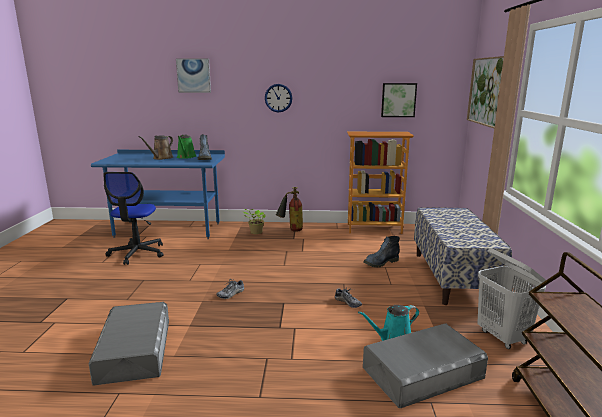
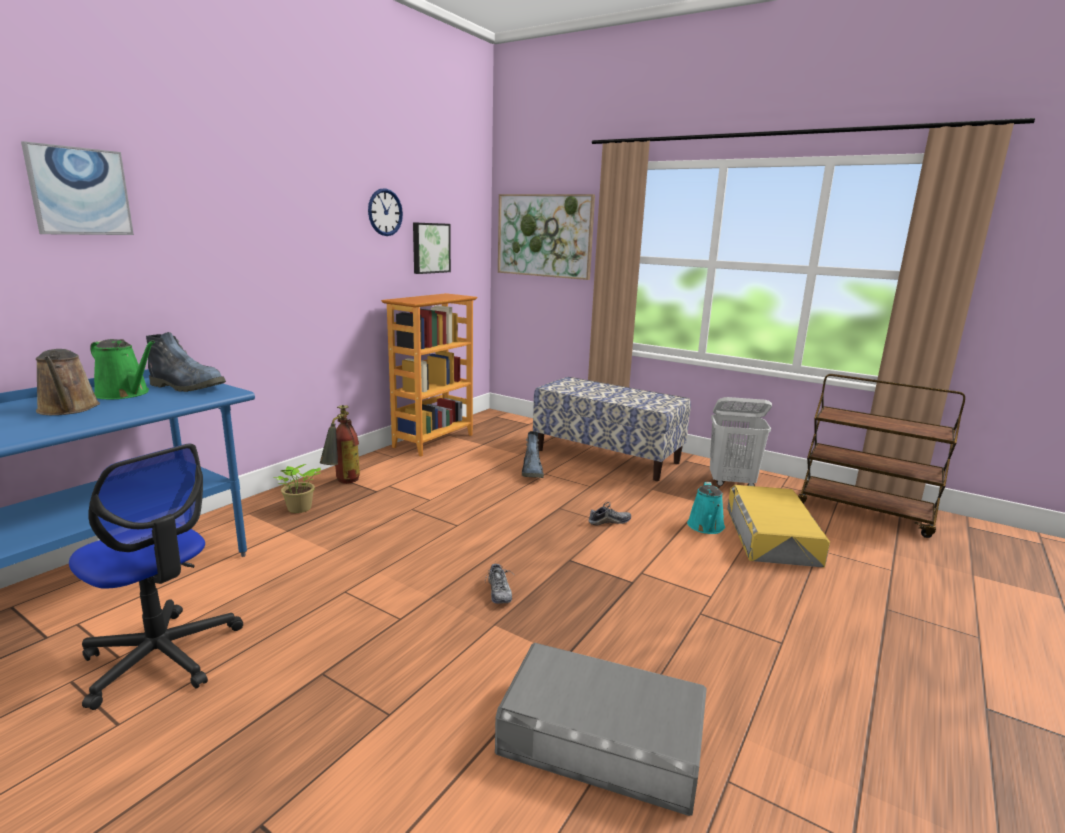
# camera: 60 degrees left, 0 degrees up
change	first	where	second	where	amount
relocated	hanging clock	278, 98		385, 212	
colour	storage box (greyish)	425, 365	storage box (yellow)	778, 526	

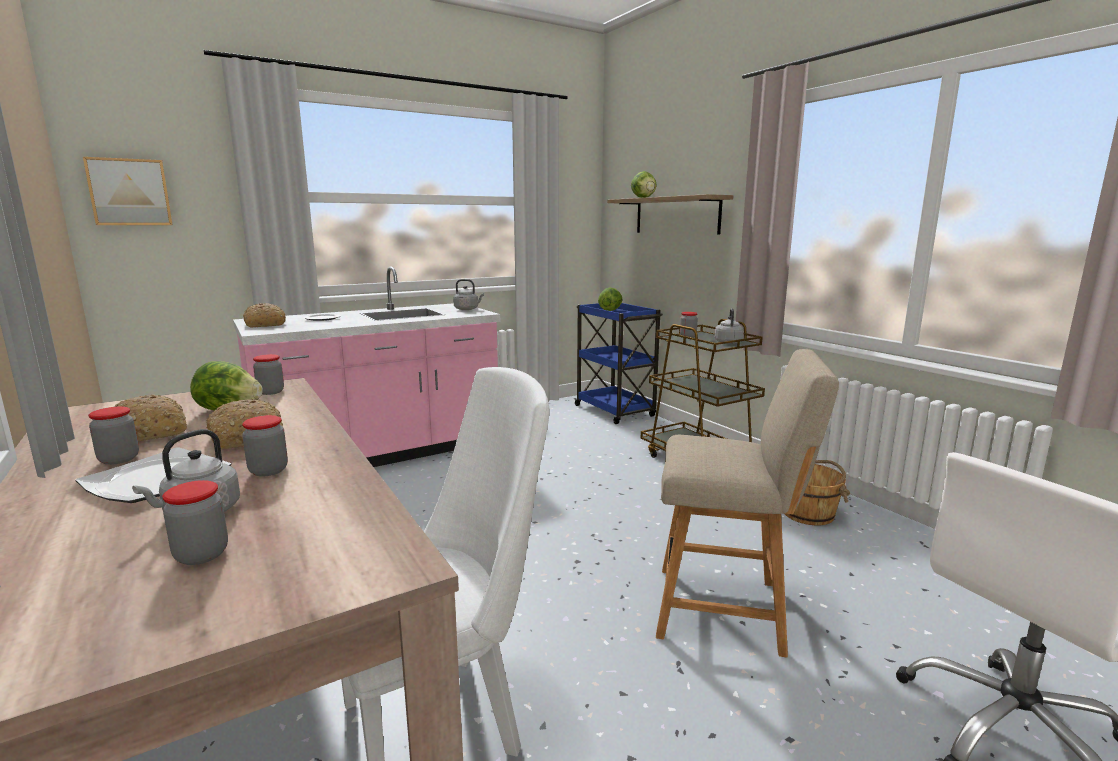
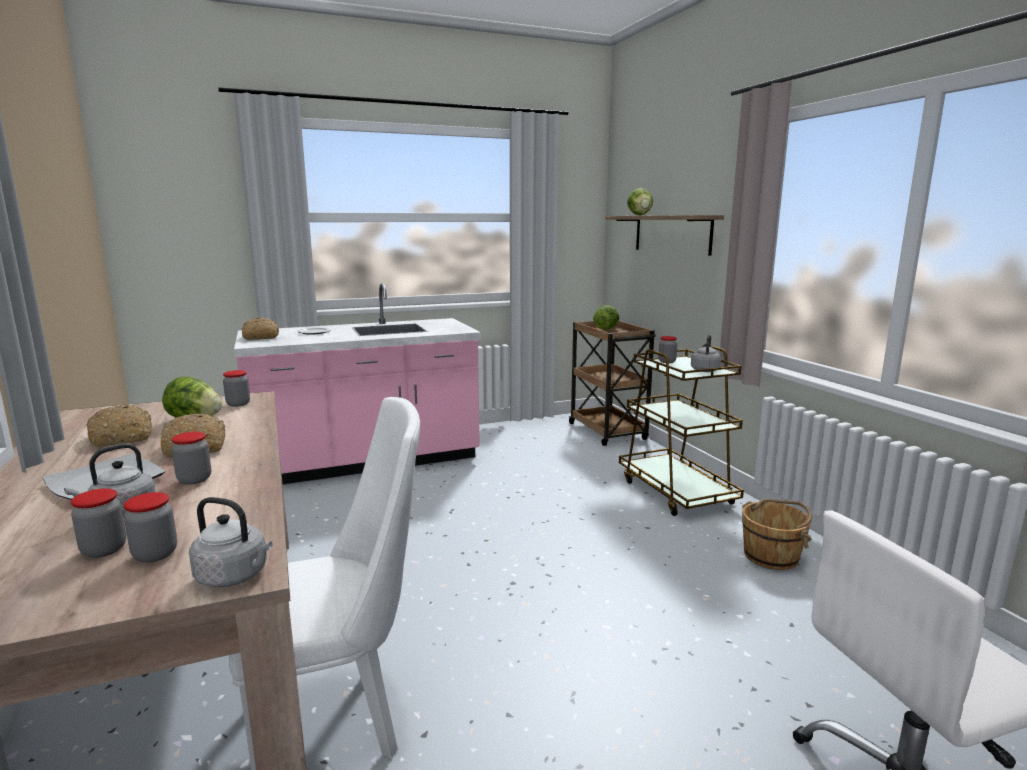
# camera: 10 degrees right, 0 degrees up
change	first	where	second	where	amount
missing	wall art	128, 191			
relocated	jar	113, 435		150, 527	
relocated	water kettle (greyish)	468, 294		231, 542	
colour	trolley (blue)	618, 363	trolley (brownish)	612, 383	
missing	upright chair (sand-coloured)	747, 503			

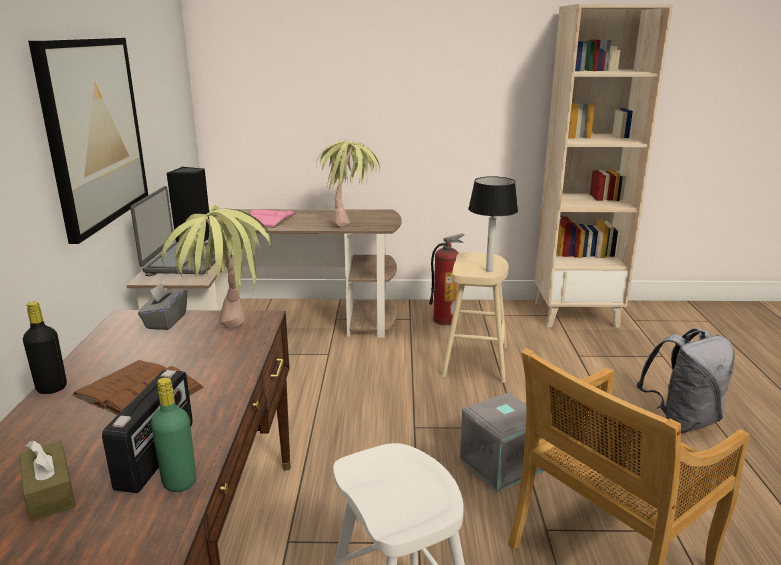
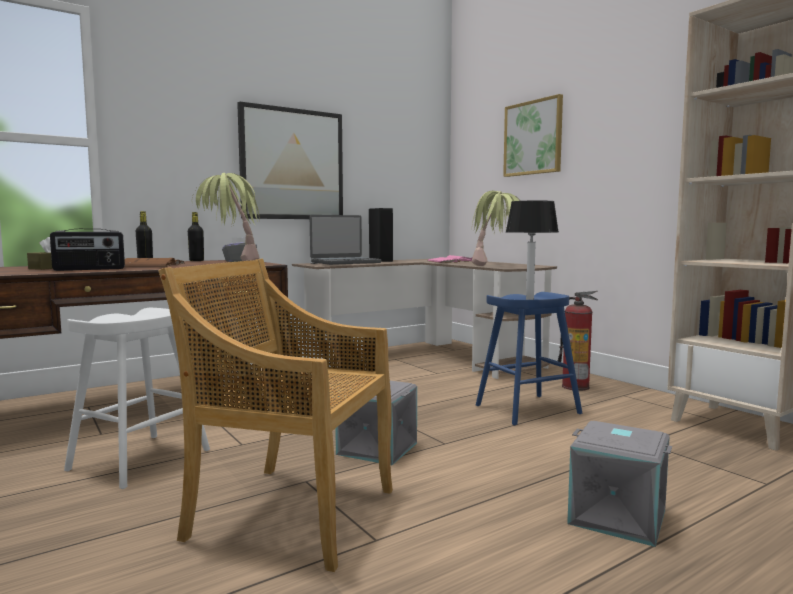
# camera: 55 degrees right, 15 degrees down
change	first	where	second	where	amount
missing	beverage bottle (green)	173, 434			
colour	stool (sand-coloured)	475, 317	stool (blue)	529, 358	
exchanged	rucksack (greyish)	685, 380	storage box (greyish)	619, 484	
appeared			beverage bottle (blackish)	196, 236	
appeared			wall art	533, 135	

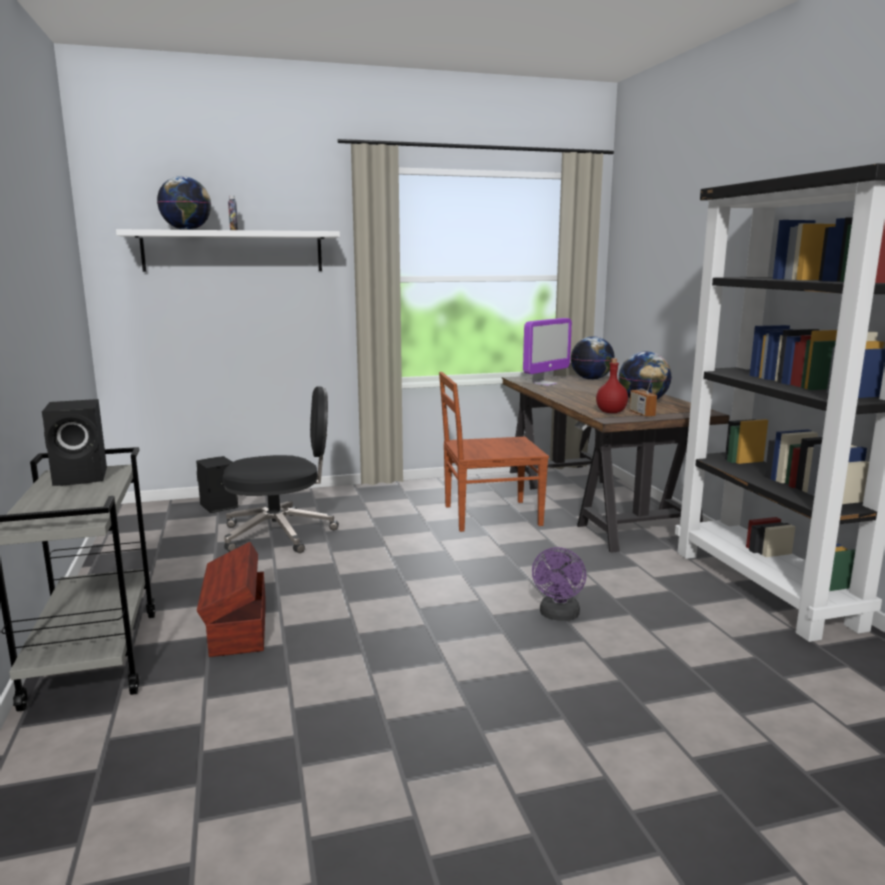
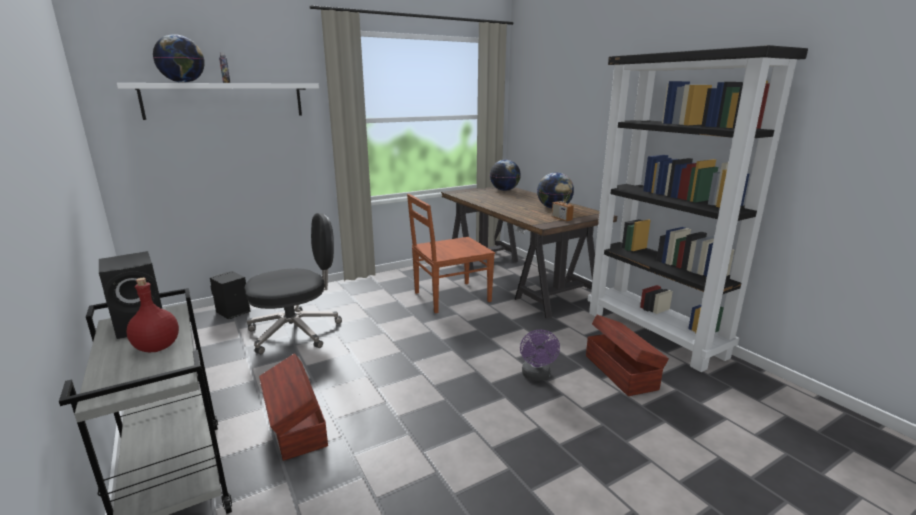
# camera: 15 degrees left, 5 degrees up
change	first	where	second	where	amount
missing	monitor	547, 352			
relocated	beverage bottle (red-coloured)	612, 385		153, 315	
appeared			storage box (brownish)	627, 355	

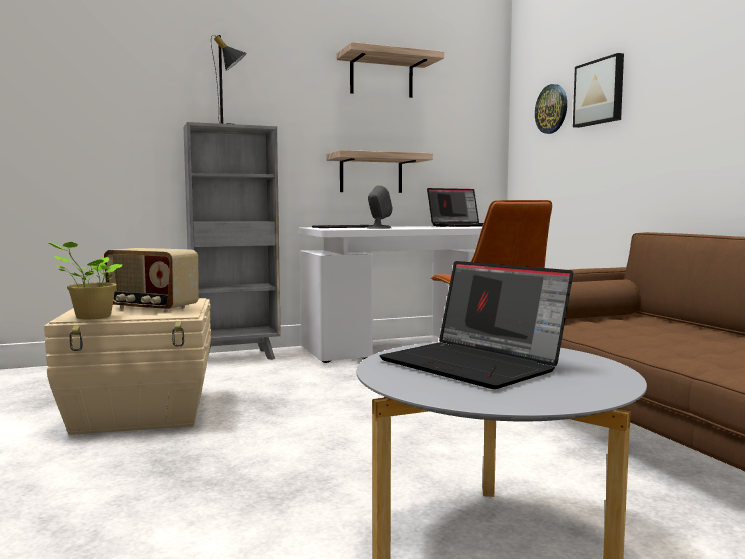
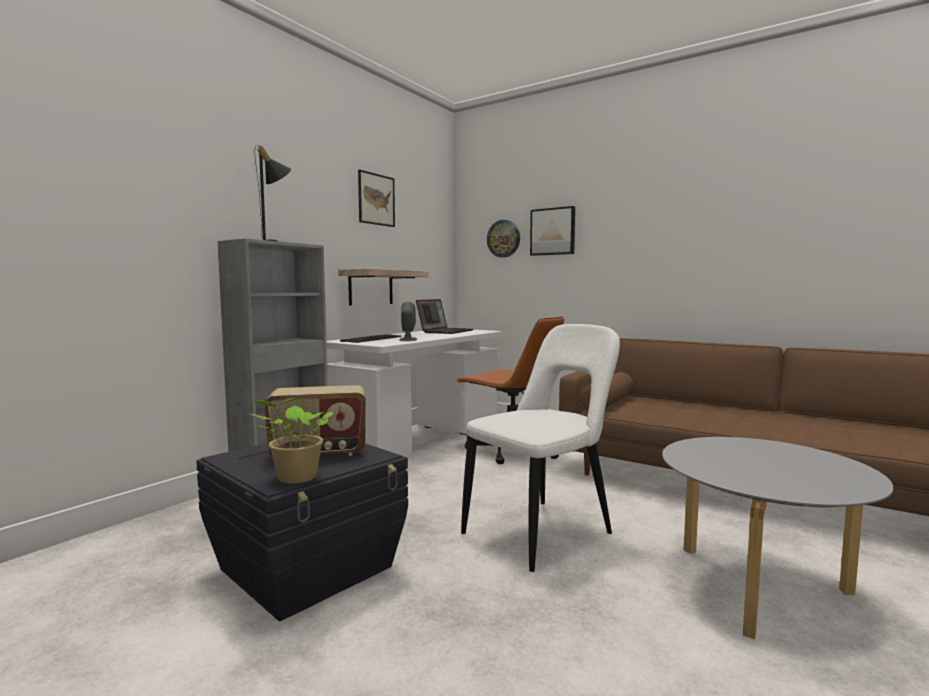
# camera: 35 degrees left, 0 degrees up
change	first	where	second	where	amount
colour	storage box (sand-coloured)	127, 366	storage box (blackish)	302, 532	
exchanged	wall shelf	390, 70	wall art	376, 198	
missing	notebook computer	476, 325			
appeared			upright chair (white-coloured)	540, 448	

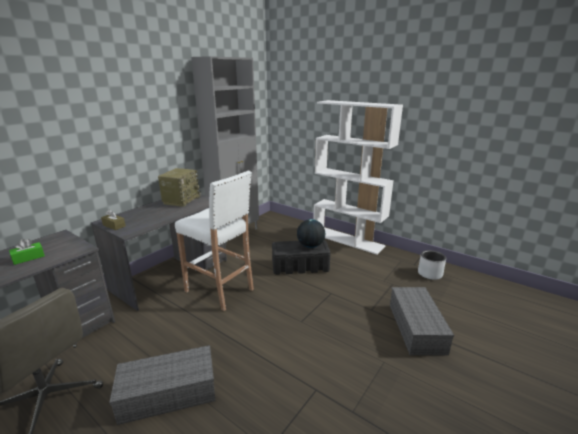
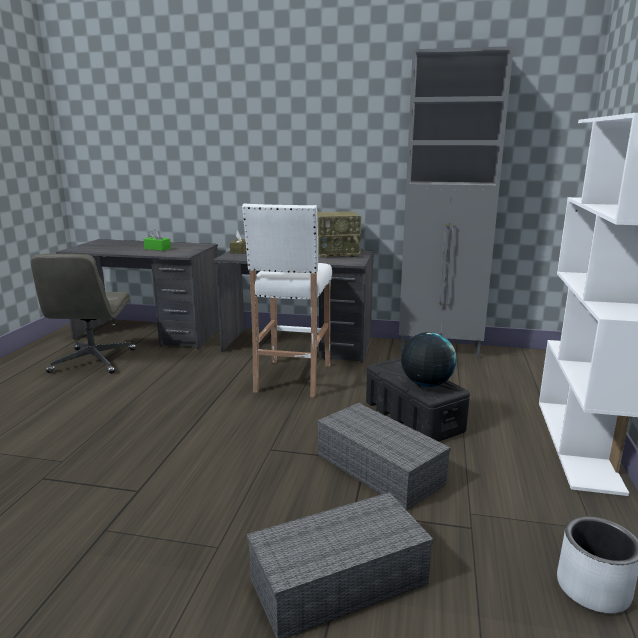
# camera: 65 degrees right, 5 degrees down
change	first	where	second	where	amount
relocated	storage box (greyish)	162, 385		384, 456	

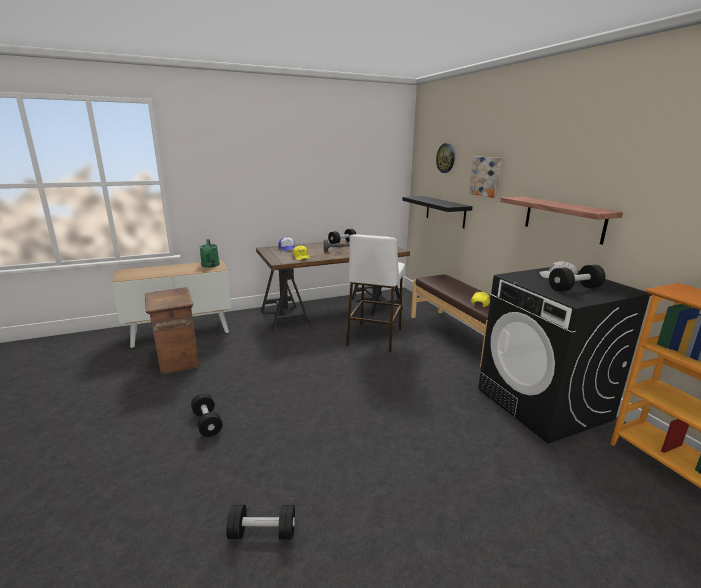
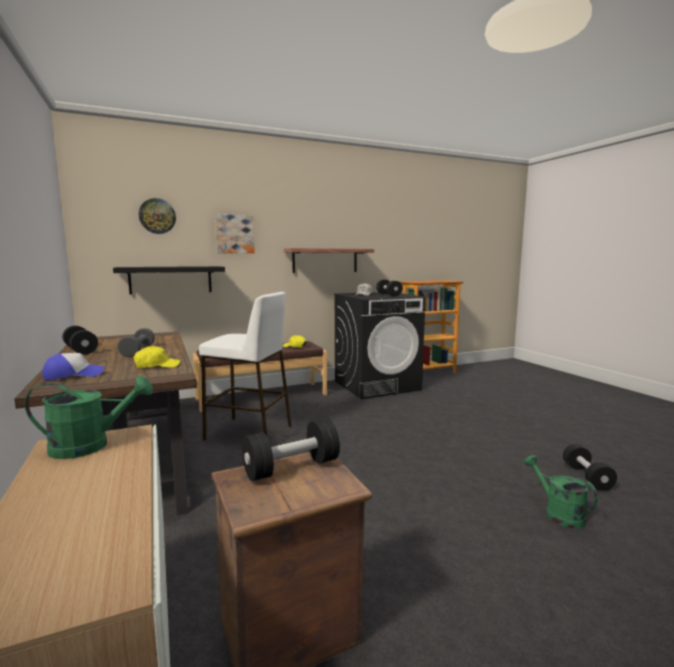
# camera: 90 degrees left, 10 degrees down
change	first	where	second	where	amount
relocated	free weight (blackish)	207, 415		291, 450	
appeared			watering pot (green)	561, 492	

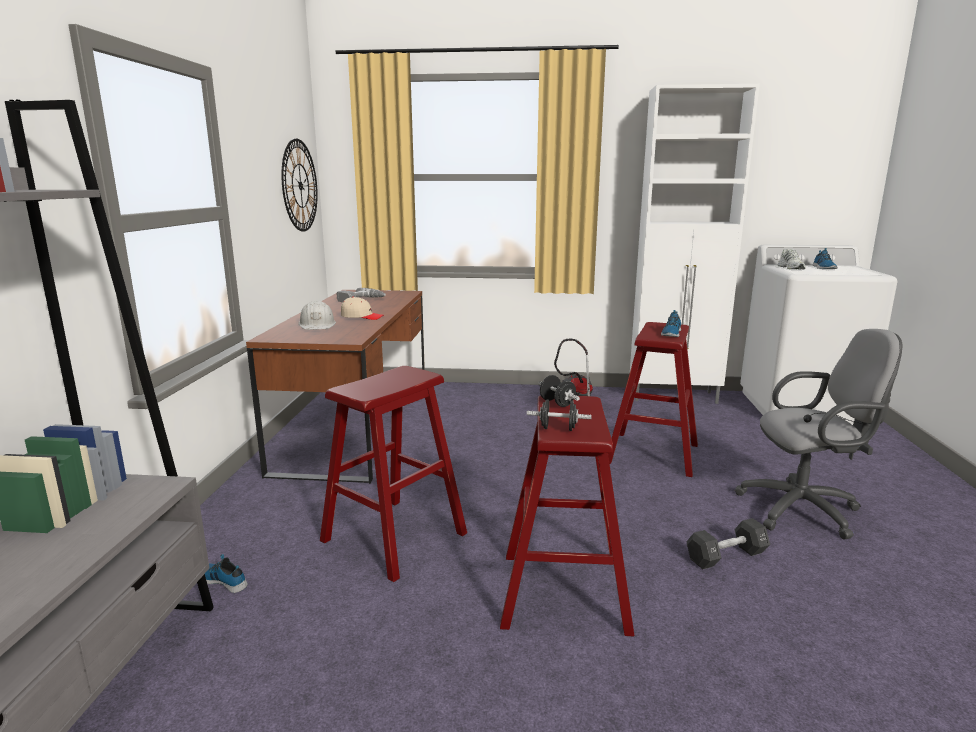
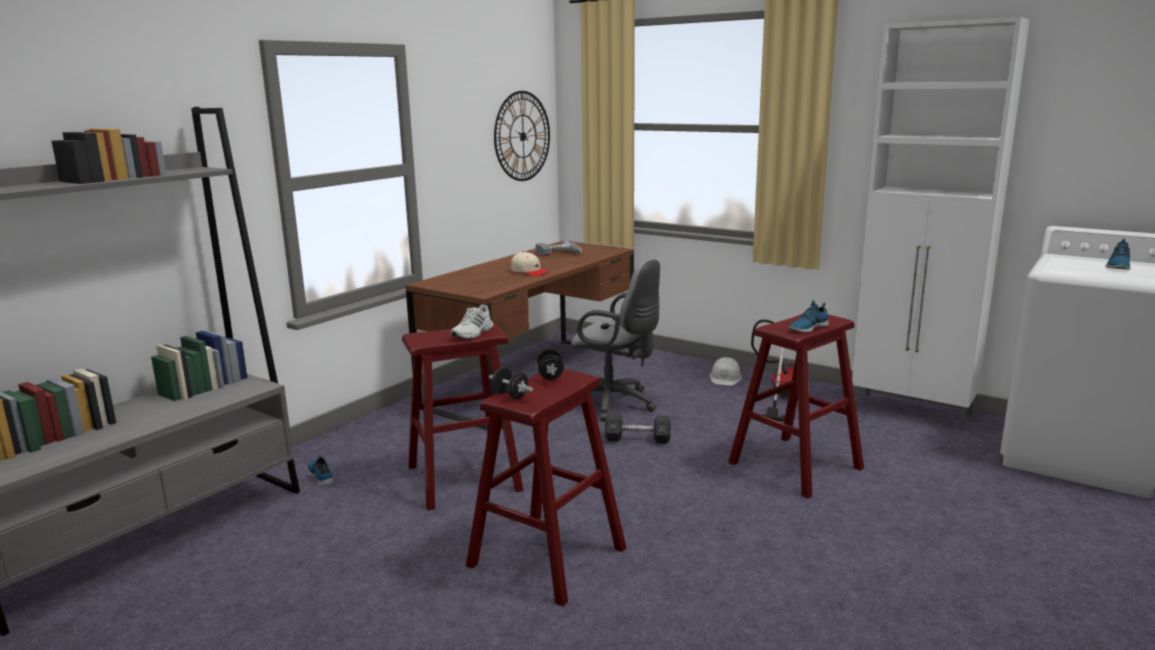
# camera: 30 degrees right, 0 degrees up
change	first	where	second	where	amount
relocated	hard hat (white-coloured)	317, 315		726, 371	
relocated	free weight (blackish)	728, 543		638, 428	
relocated	office chair (greyish)	818, 434		615, 340	
relocated	shoe (white-coloured)	792, 259		472, 321	

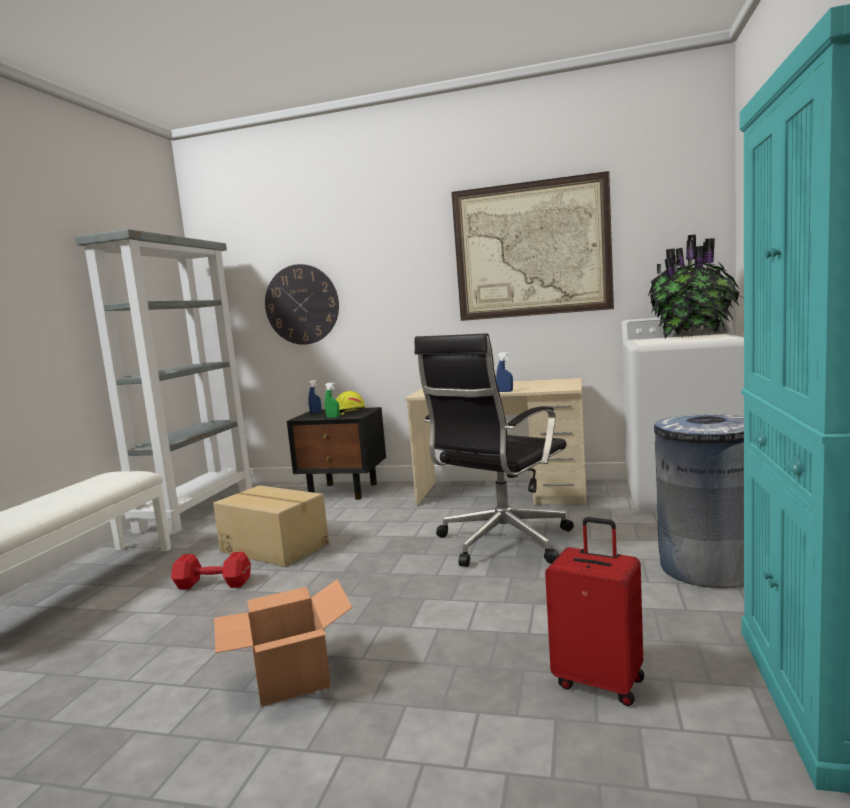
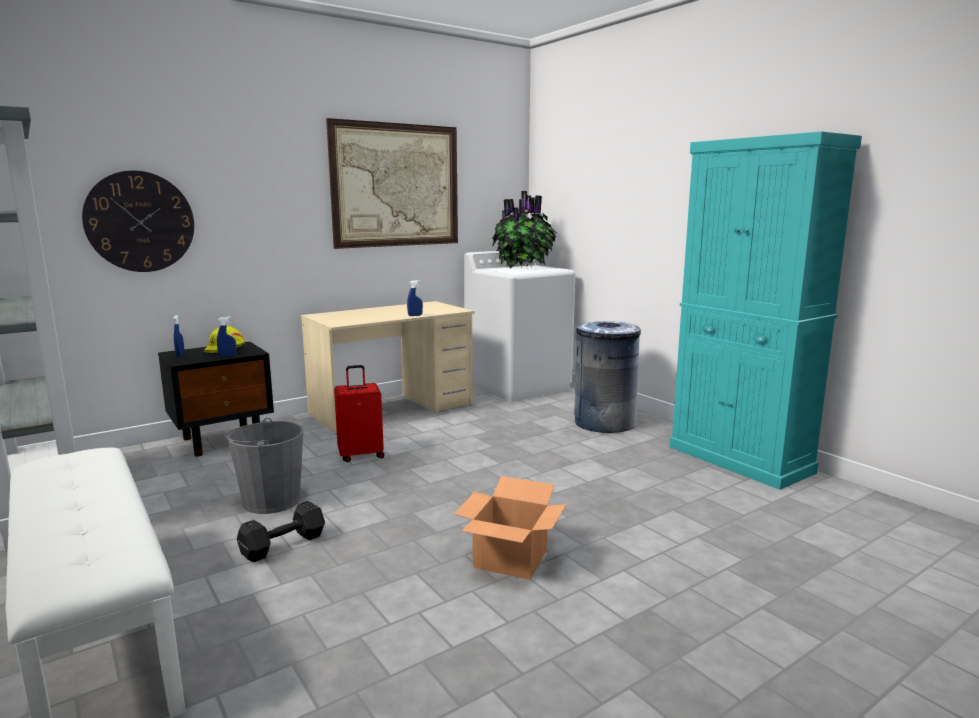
# camera: 50 degrees left, 5 degrees up
change	first	where	second	where	amount
colour	free weight (red-coloured)	211, 571	free weight (blackish)	281, 531	
exchanged	cardboard box	271, 526	water bucket (greyish)	263, 466	
colour	sprayer (green)	332, 400	sprayer (blue)	226, 336	
missing	office chair (blackish)	494, 450			
relocated	piece of luggage (red-coloured)	594, 611		359, 413	

